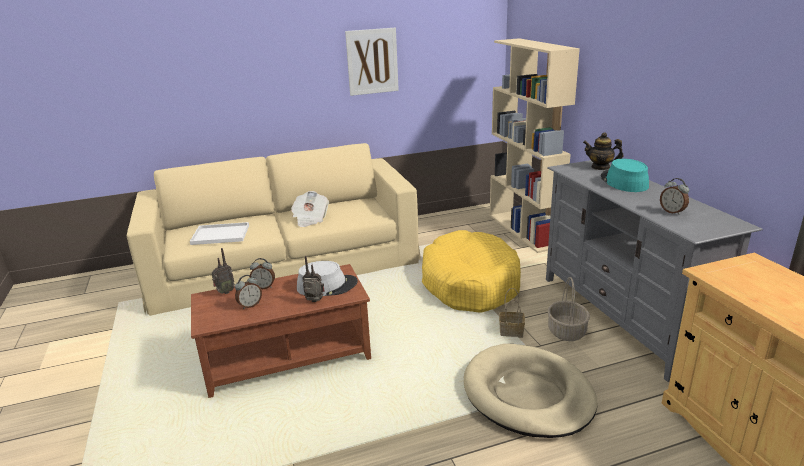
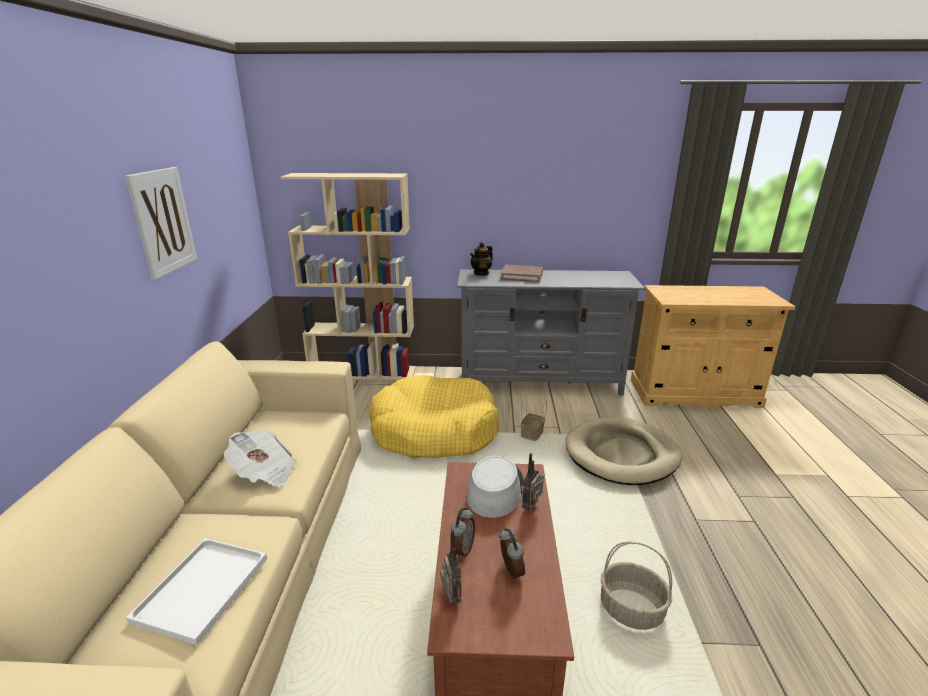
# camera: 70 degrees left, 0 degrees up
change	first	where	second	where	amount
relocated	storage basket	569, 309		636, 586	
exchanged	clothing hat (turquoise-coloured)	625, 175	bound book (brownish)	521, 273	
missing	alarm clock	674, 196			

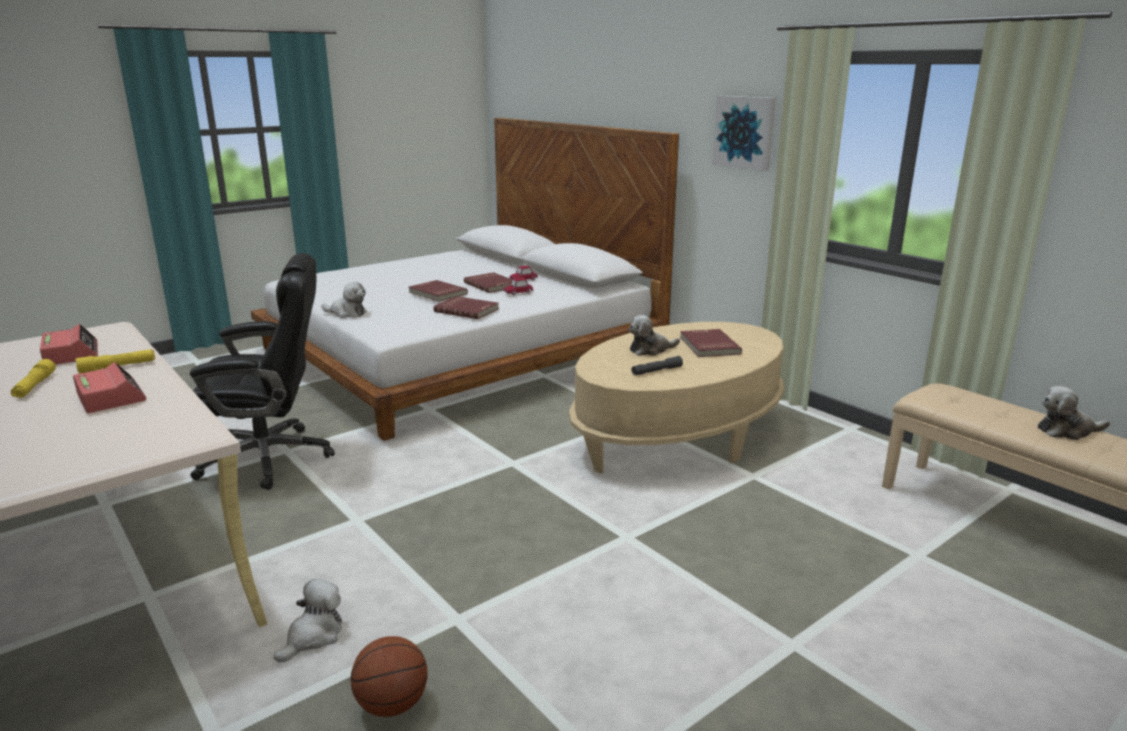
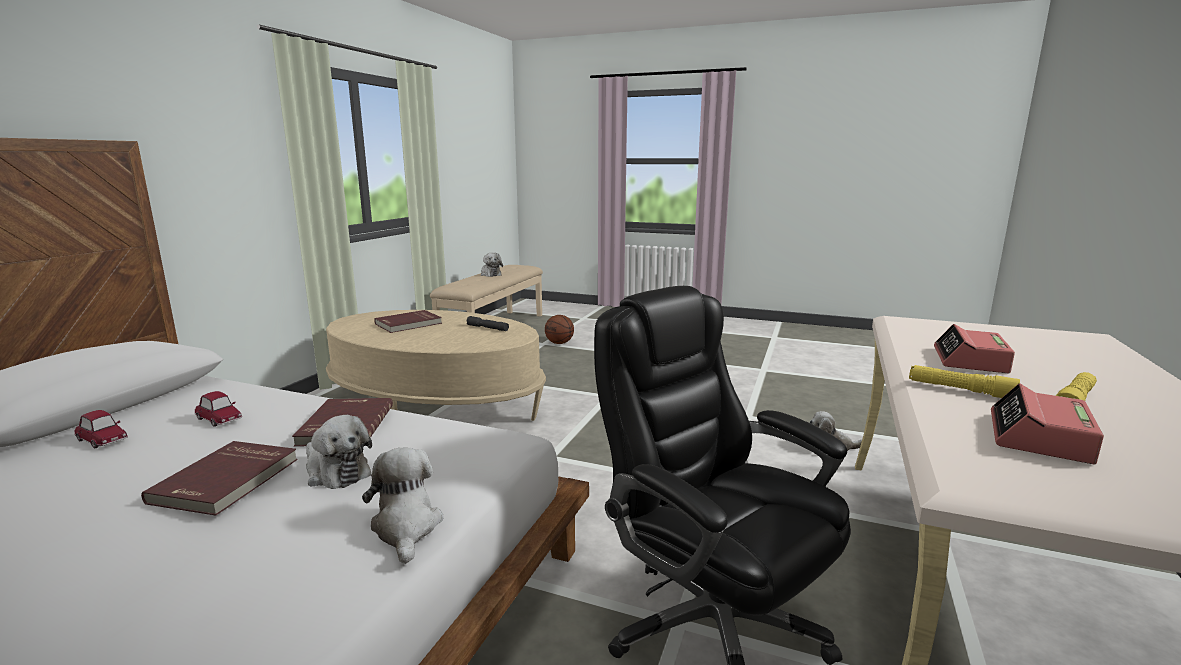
# camera: 120 degrees left, 5 degrees down
change	first	where	second	where	amount
relocated	basketball ball	389, 676		559, 329	
missing	bound book (red-coloured)	488, 282			
relocated	soft toy	654, 335		339, 452	
missing	wall art	744, 133			

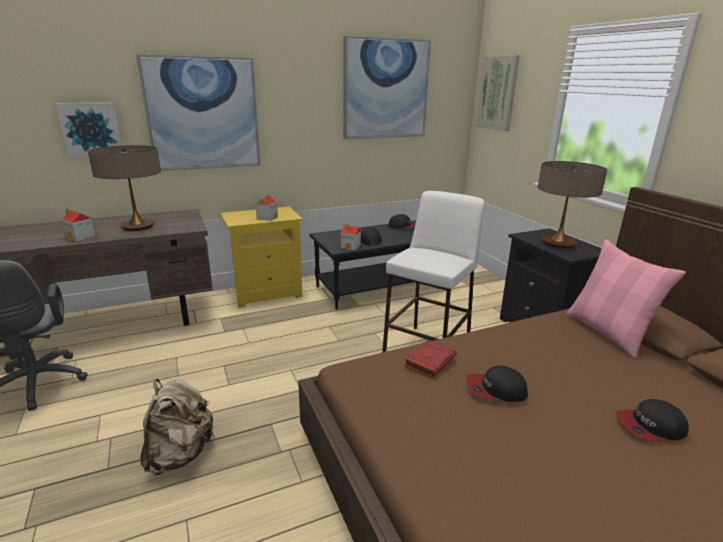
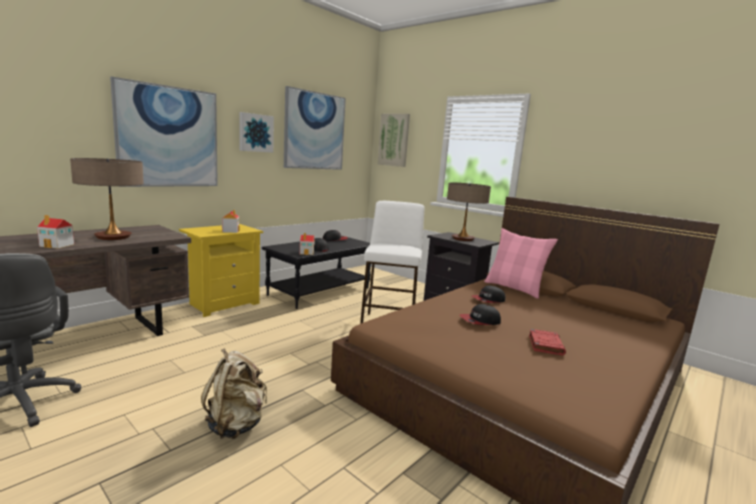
# camera: 25 degrees left, 10 degrees down
change	first	where	second	where	amount
relocated	wall art	89, 129		256, 132	
relocated	bound book (red-coloured)	430, 358		547, 342	
relocated	baseball cap	652, 420		488, 294	

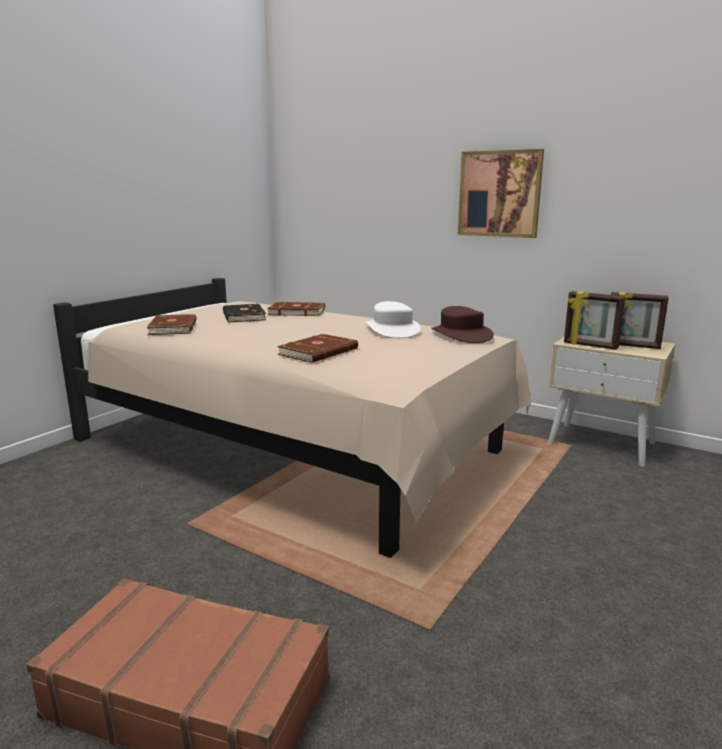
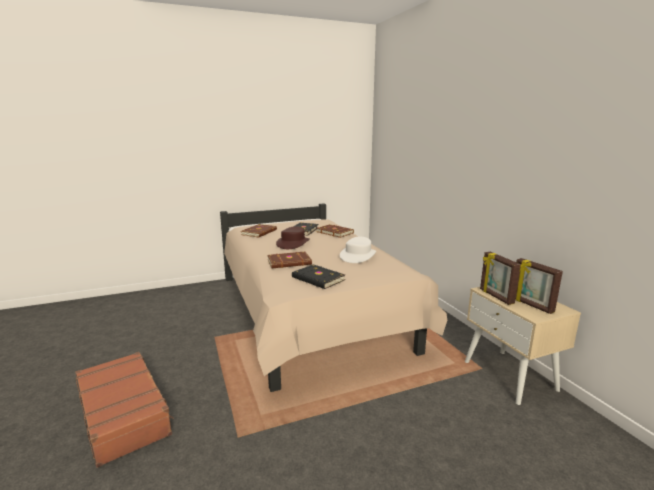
# camera: 35 degrees right, 0 degrees up
change	first	where	second	where	amount
relocated	clothing hat (brownish)	463, 324		293, 237	
missing	wall art	501, 193			
appeared			bound book (blackish)	318, 276	

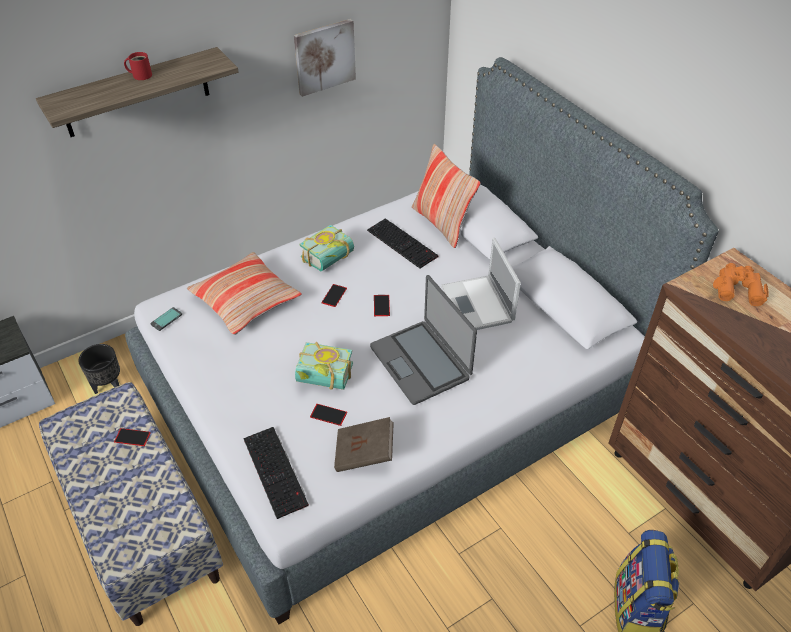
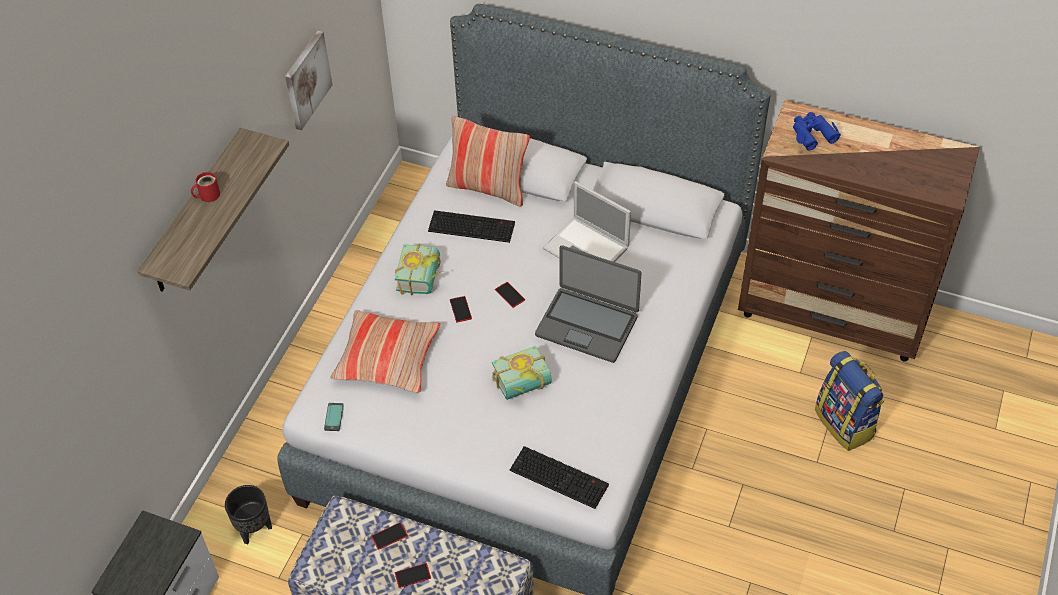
# camera: 35 degrees left, 5 degrees up
change	first	where	second	where	amount
relocated	phone	328, 415		413, 575	
missing	bound book (brownish)	364, 444			
colour	binoculars (orangey)	741, 284	binoculars (blue)	817, 131	

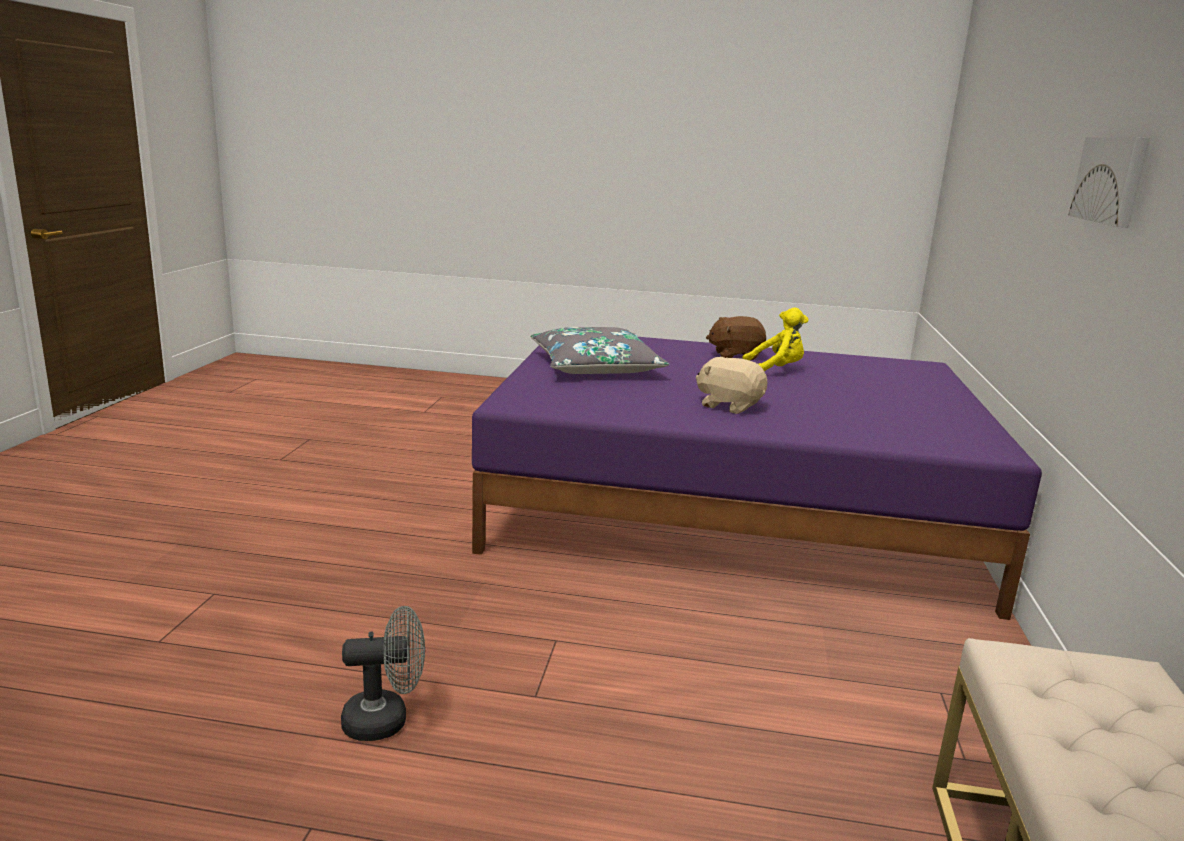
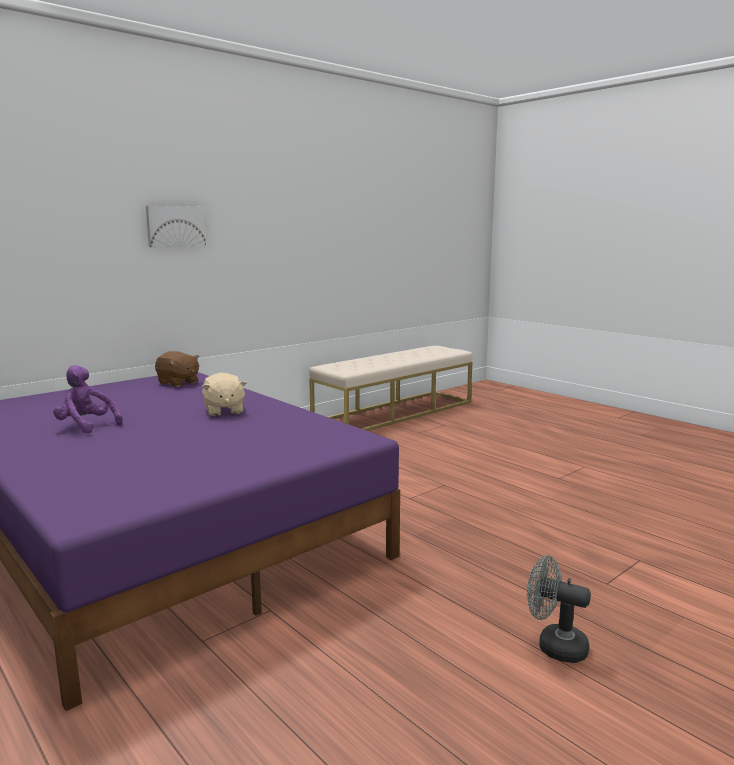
# camera: 140 degrees left, 5 degrees down
change	first	where	second	where	amount
relocated	fan (greyish)	383, 673		559, 609	
missing	cushion (greyish)	600, 350			
relocated	soft toy (brownish)	736, 338		177, 369	
colour	soft toy (yellow)	775, 339	soft toy (purple-coloured)	88, 399	

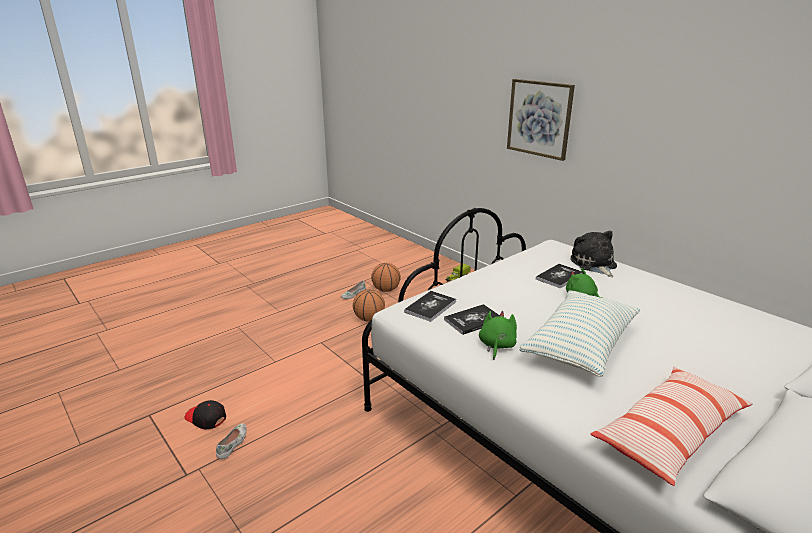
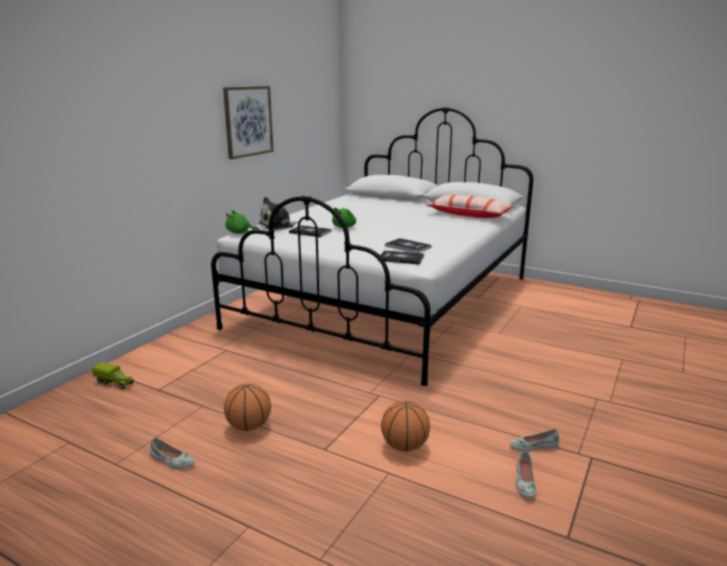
# camera: 110 degrees left, 5 degrees down
change	first	where	second	where	amount
exchanged	baseball cap (blackish)	205, 414	shoe (white-coloured)	526, 474	
relocated	basketball ball	386, 277		405, 426	
relocated	soft toy (green)	498, 335		242, 222	
relocated	wall art	541, 120		248, 122	
missing	cushion	580, 333			

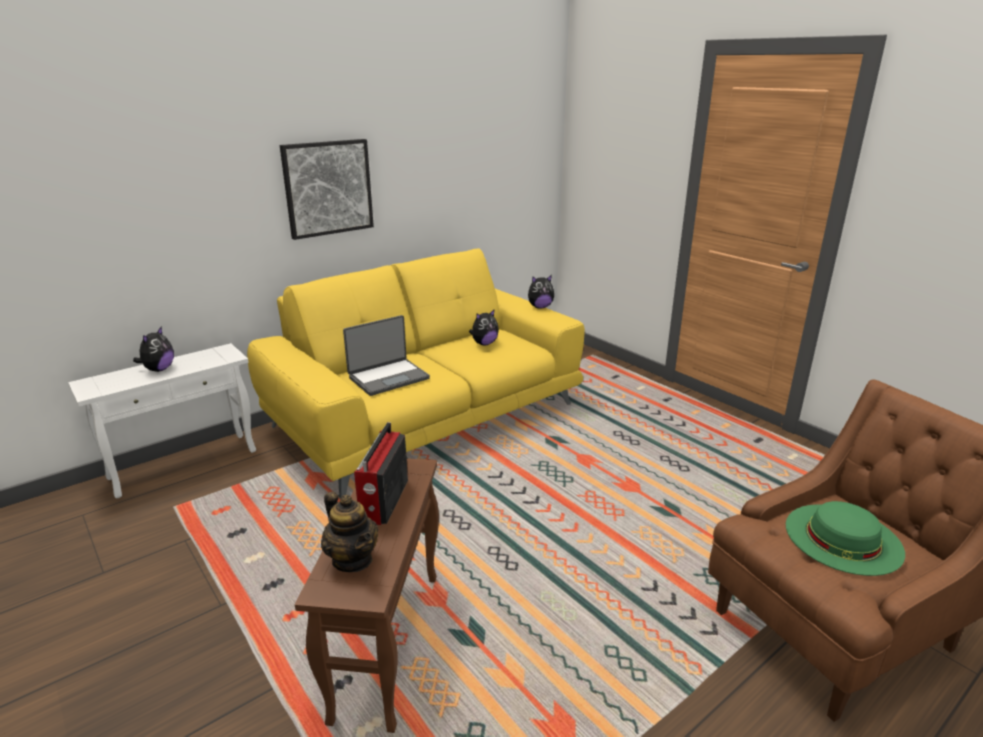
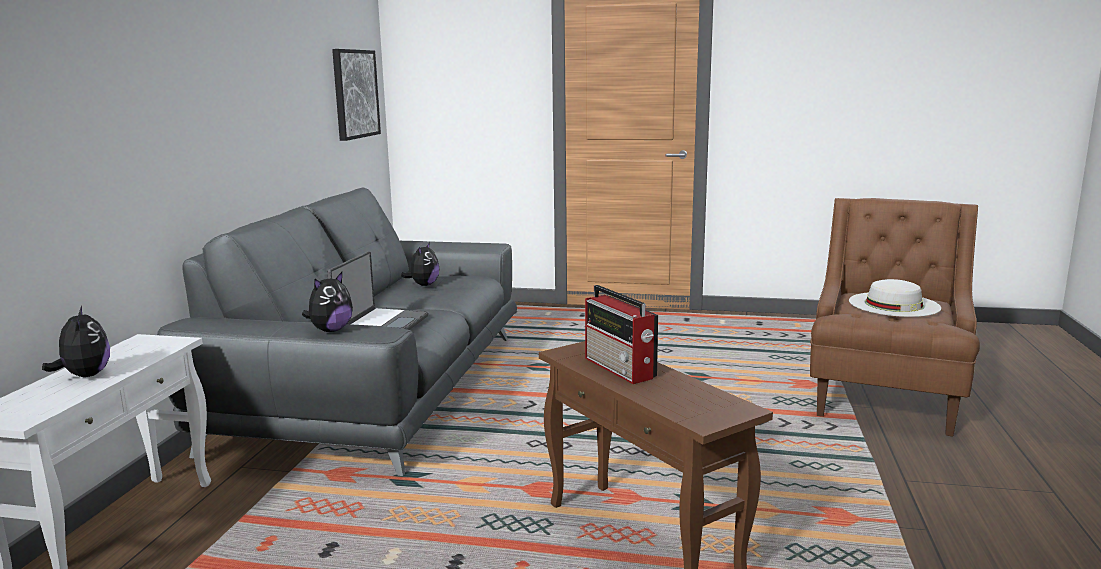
# camera: 40 degrees left, 10 degrees down
change	first	where	second	where	amount
colour	couch (yellow)	416, 372	couch (greyish)	337, 331	
relocated	wall art	327, 189		356, 95	
missing	tea pot	349, 532			
relocated	soft toy	541, 292		327, 302	
colour	clothing hat (green)	845, 538	clothing hat (white-coloured)	895, 298	

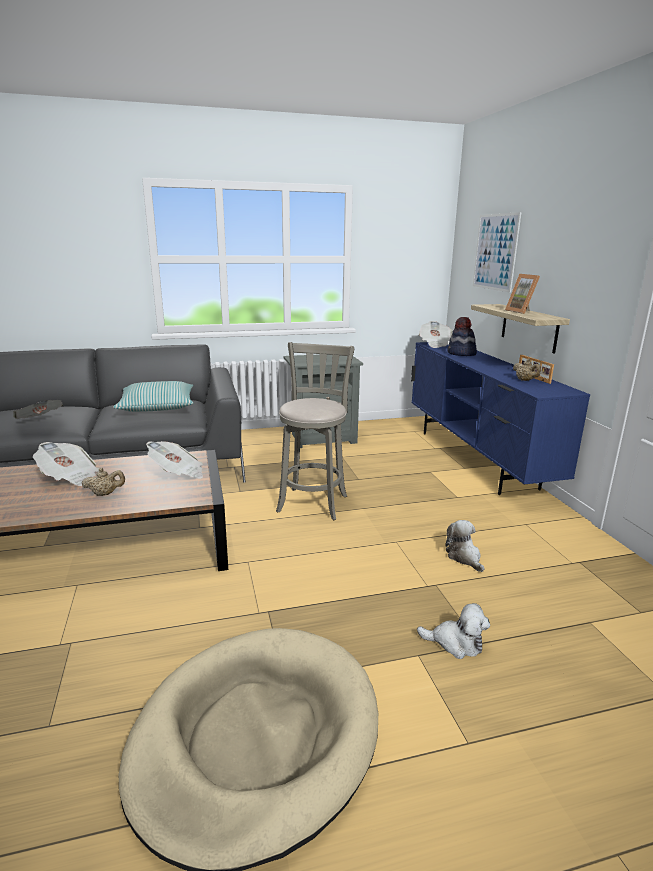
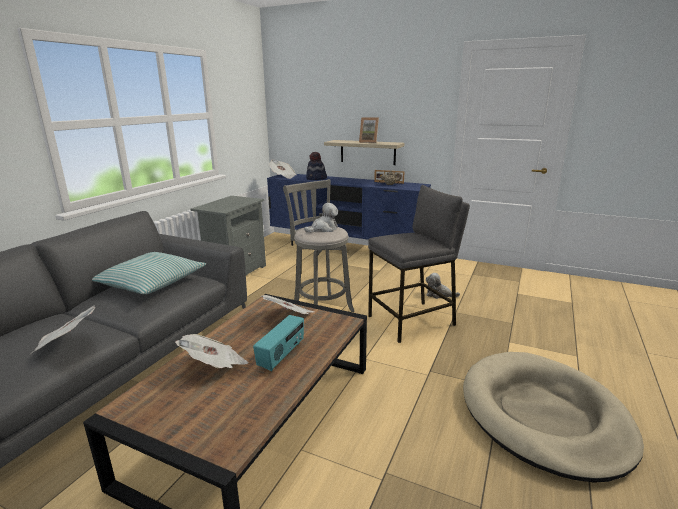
# camera: 50 degrees left, 0 degrees up
change	first	where	second	where	amount
exchanged	tea pot (sand-coloured)	103, 482	radio set	278, 343	
relocated	soft toy	453, 631		321, 218	
missing	wall art	497, 252			
appeared			stool (greyish)	419, 264	

